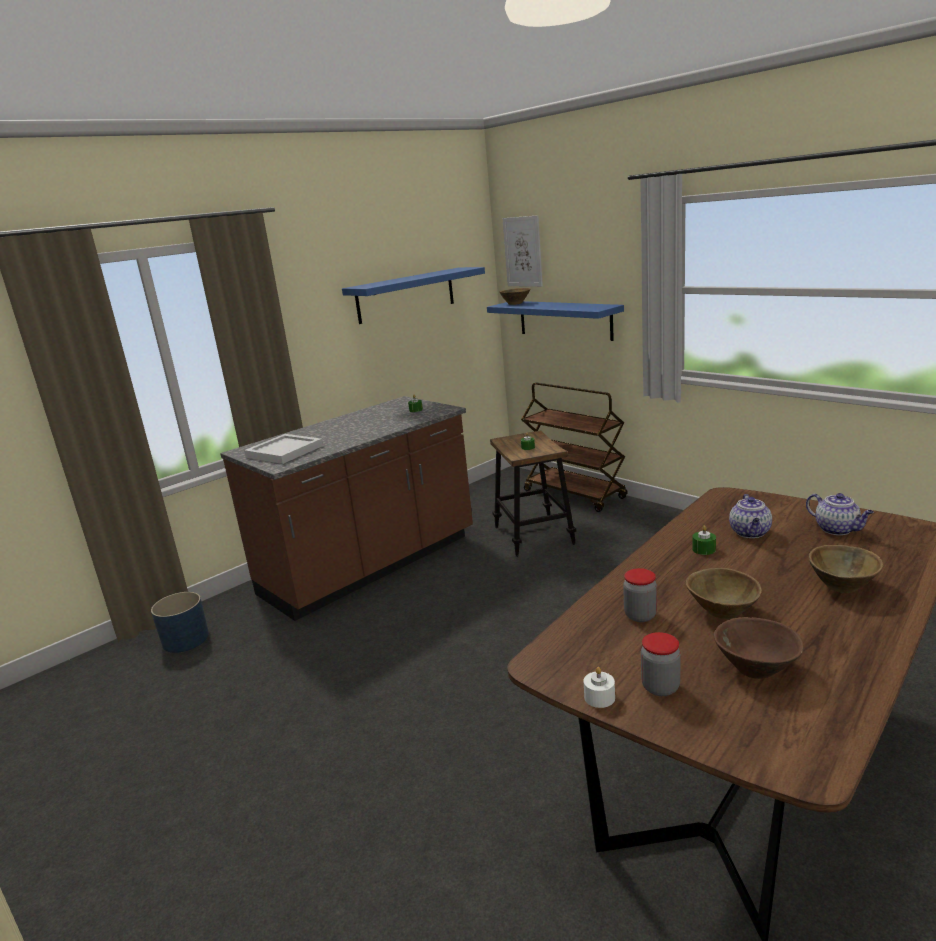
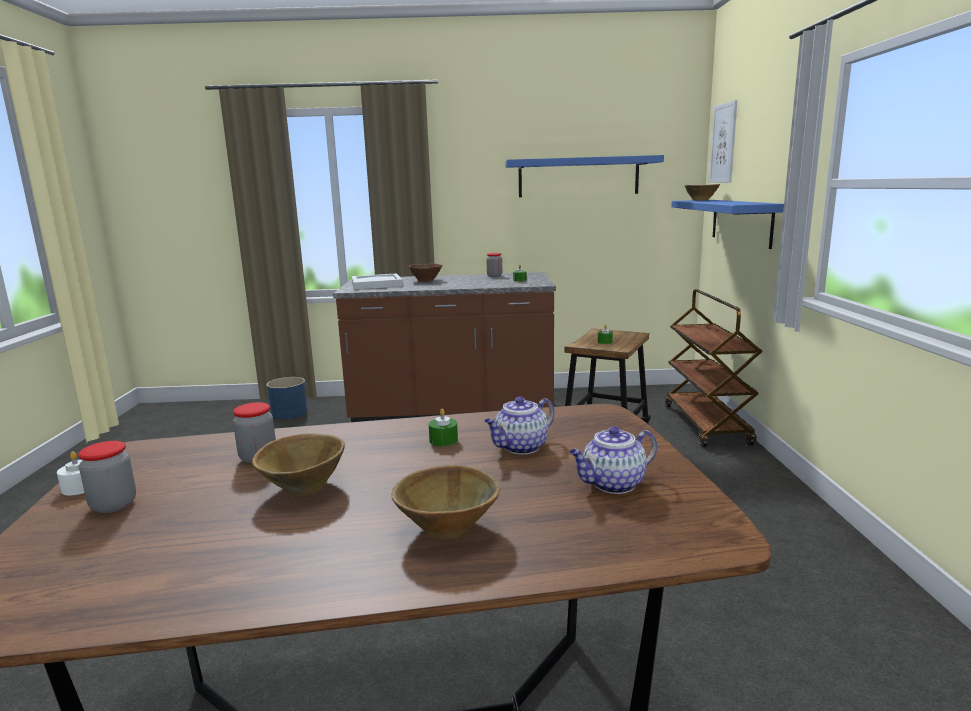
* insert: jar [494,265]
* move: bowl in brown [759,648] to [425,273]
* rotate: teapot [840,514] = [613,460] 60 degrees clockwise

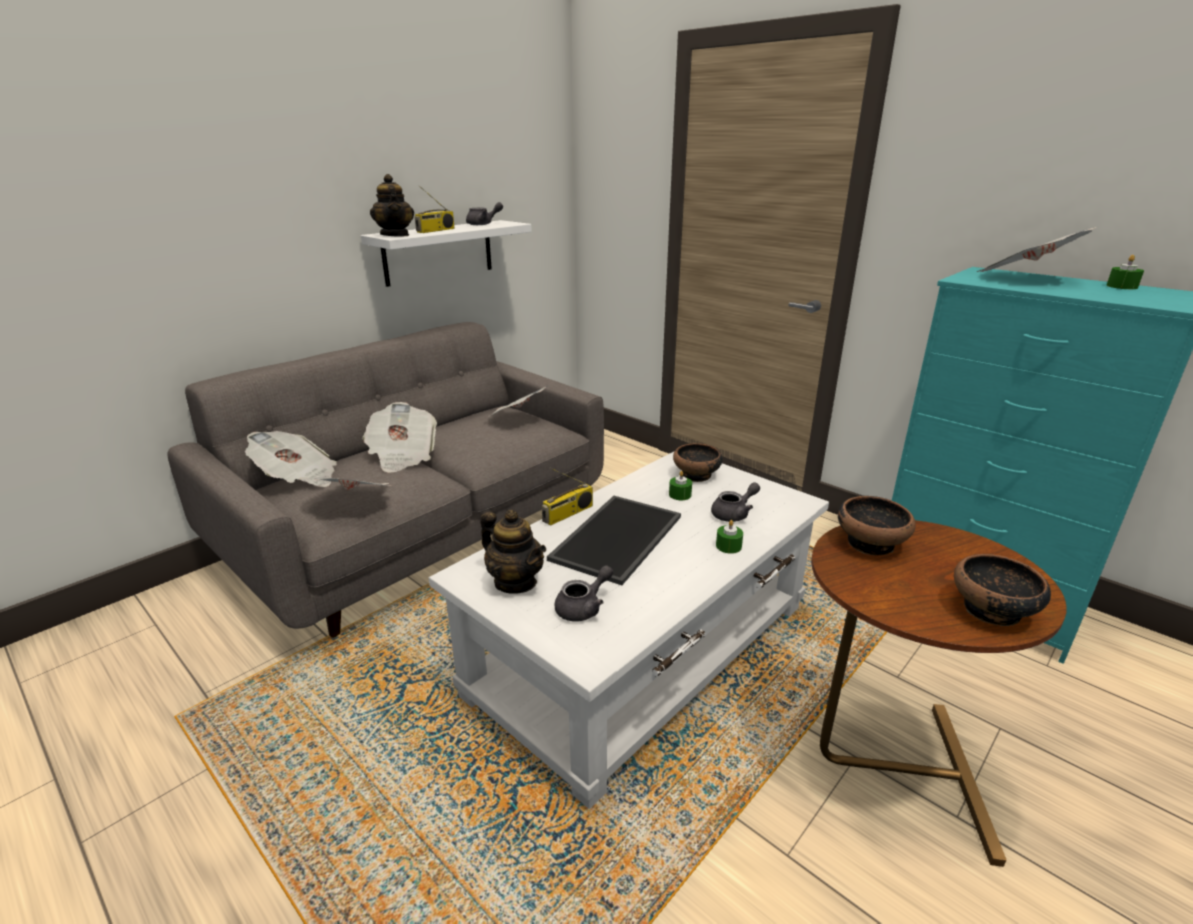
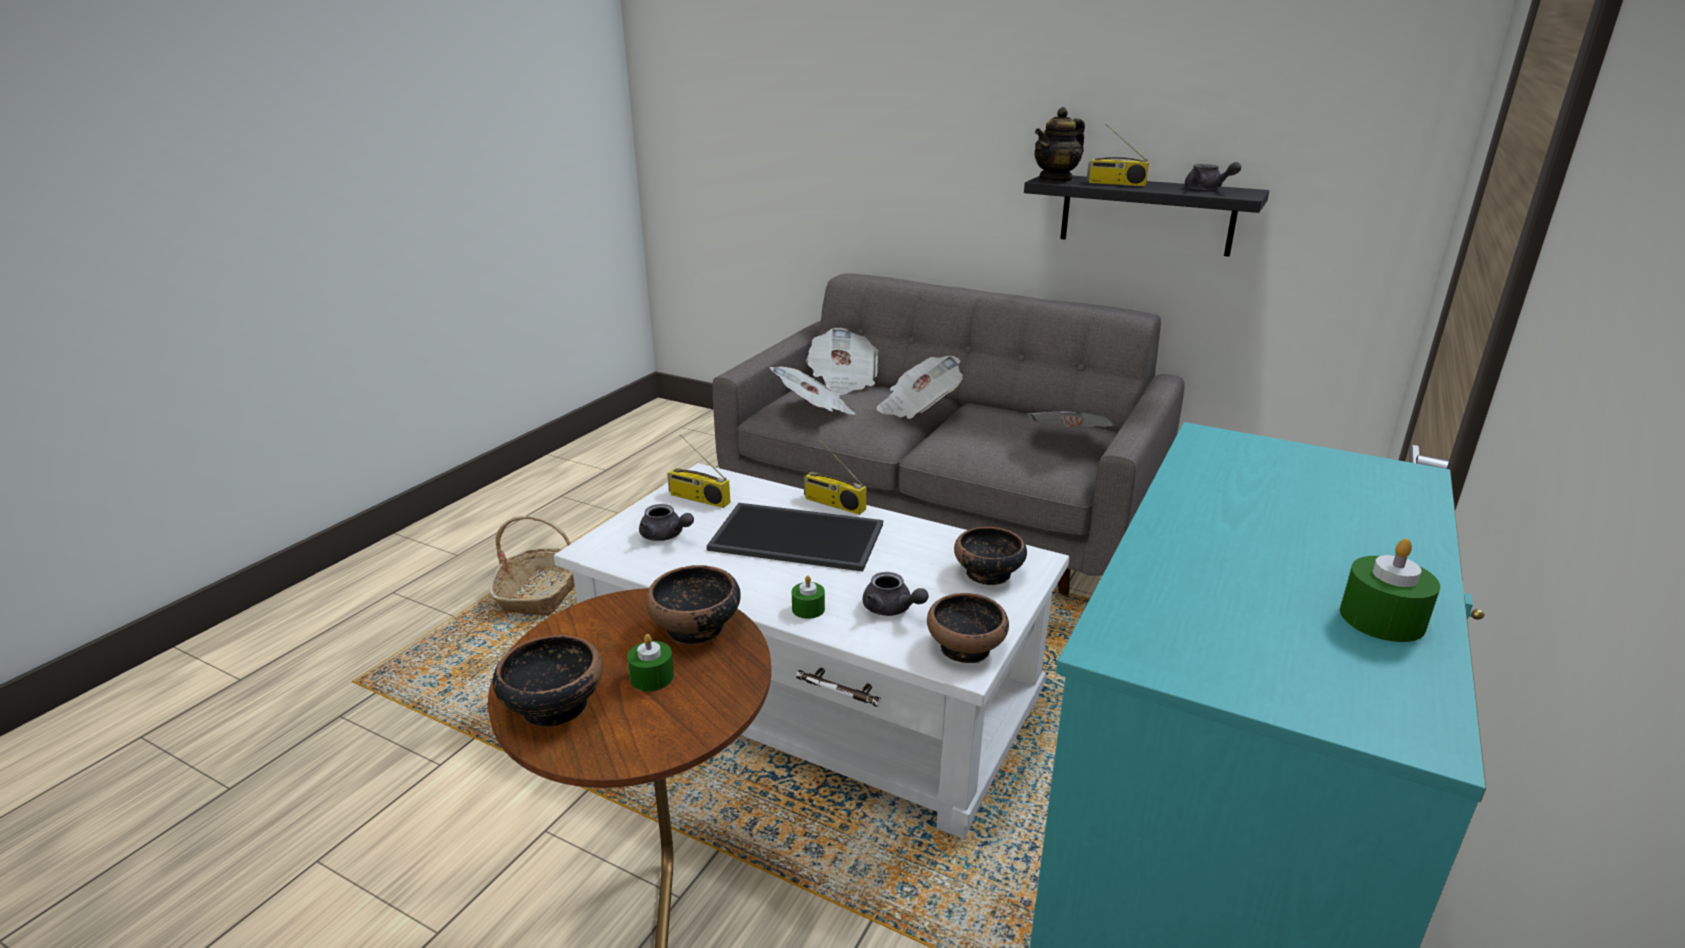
* delete: newspaper [1036,249]
* insert: basket [532,566]
* insert: bowl [968,628]
* move: candle in green [680,485] to [650,662]
* replace: teapot [513,551] to radio [699,471]
* recolor: shelf in white [446,253] to shelf in black [1146,216]

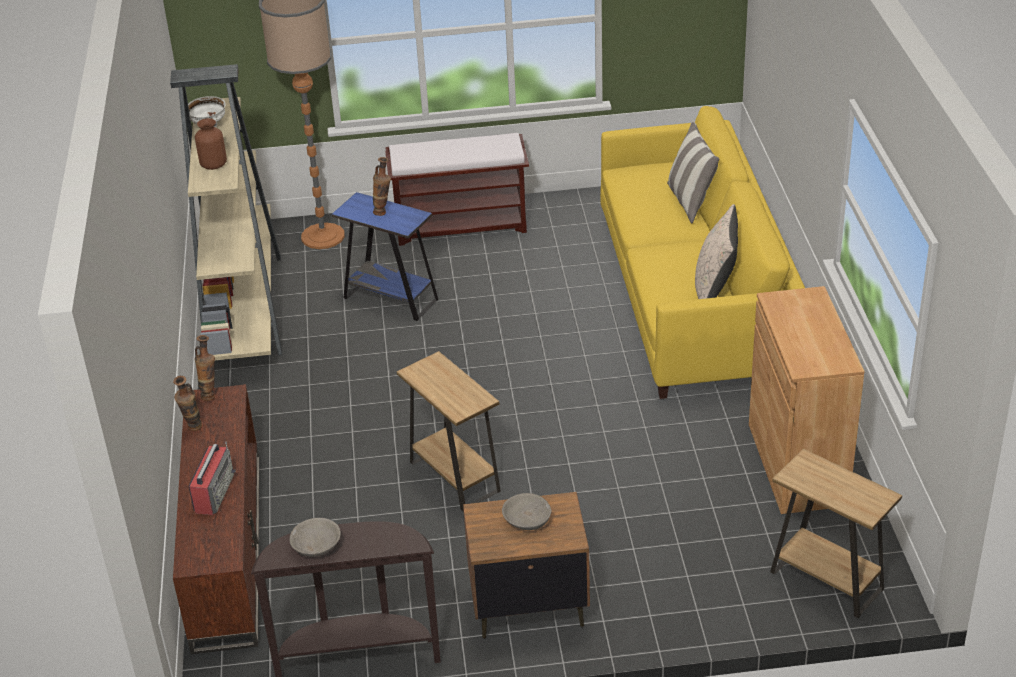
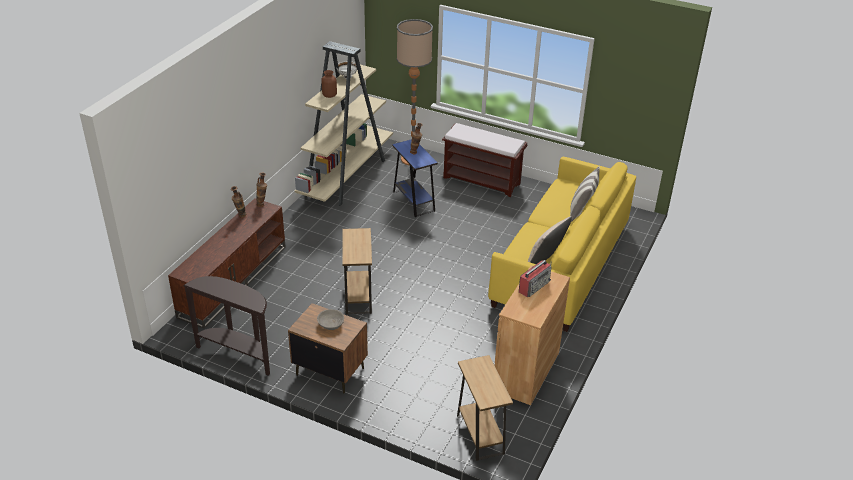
* delete: bowl in grey [315,537]
* move: radio [212,478] to [535,278]

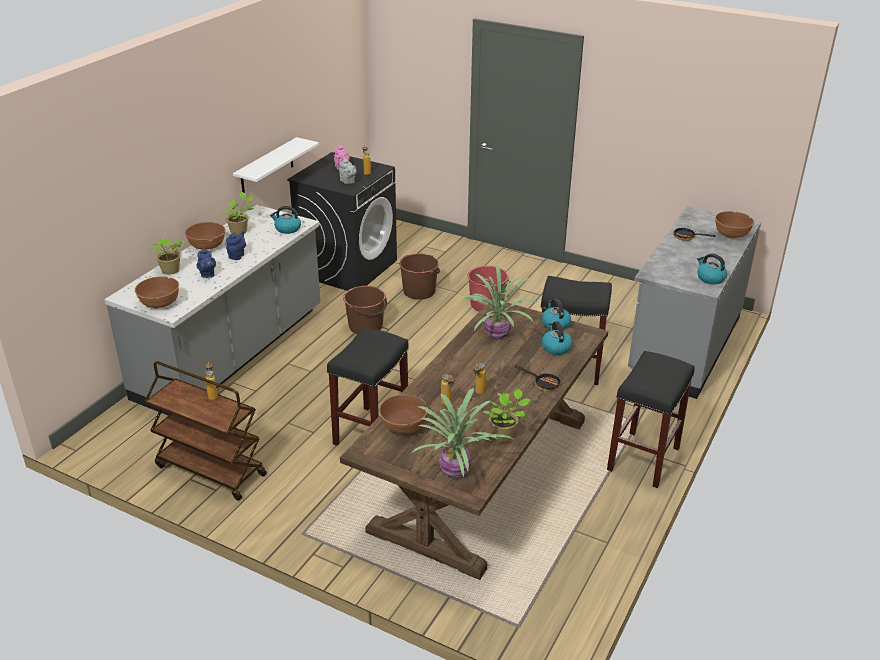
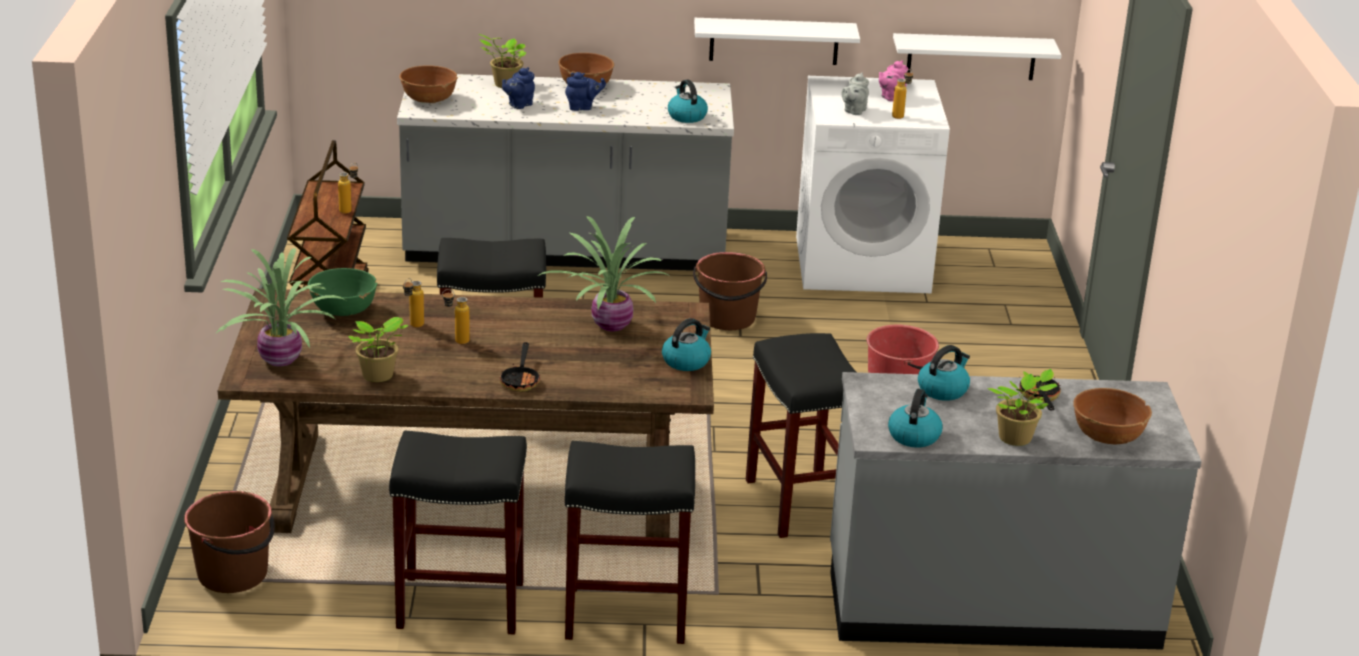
* insert: stool in black [458,533]
* insert: shelf in white [977,56]
* move: potted plant [238,213] to [1022,407]
* move: bucket in brown [419,276] to [229,542]
* move: kettle [557,338] to [944,373]
* recolor: washing machine in black [342,221] to washing machine in white [873,184]
* recolor: bowl in brown [403,414] to bowl in green [342,292]

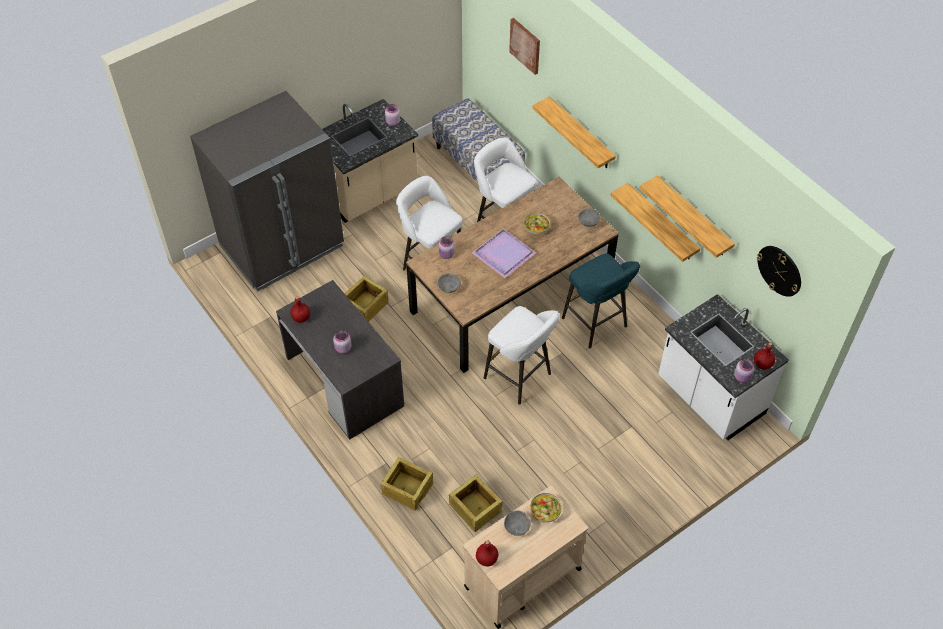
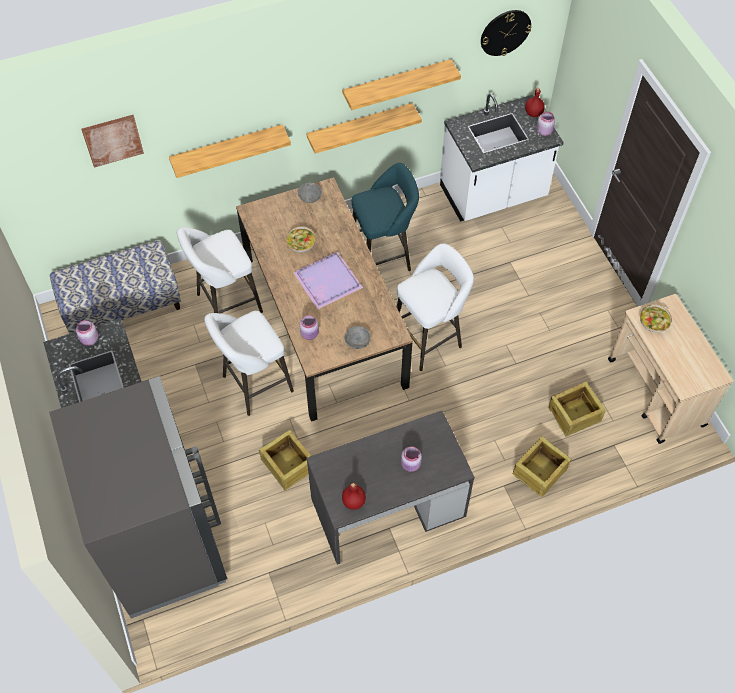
* delete: bottle in red [487,553]
* delete: bowl in grey [517,523]

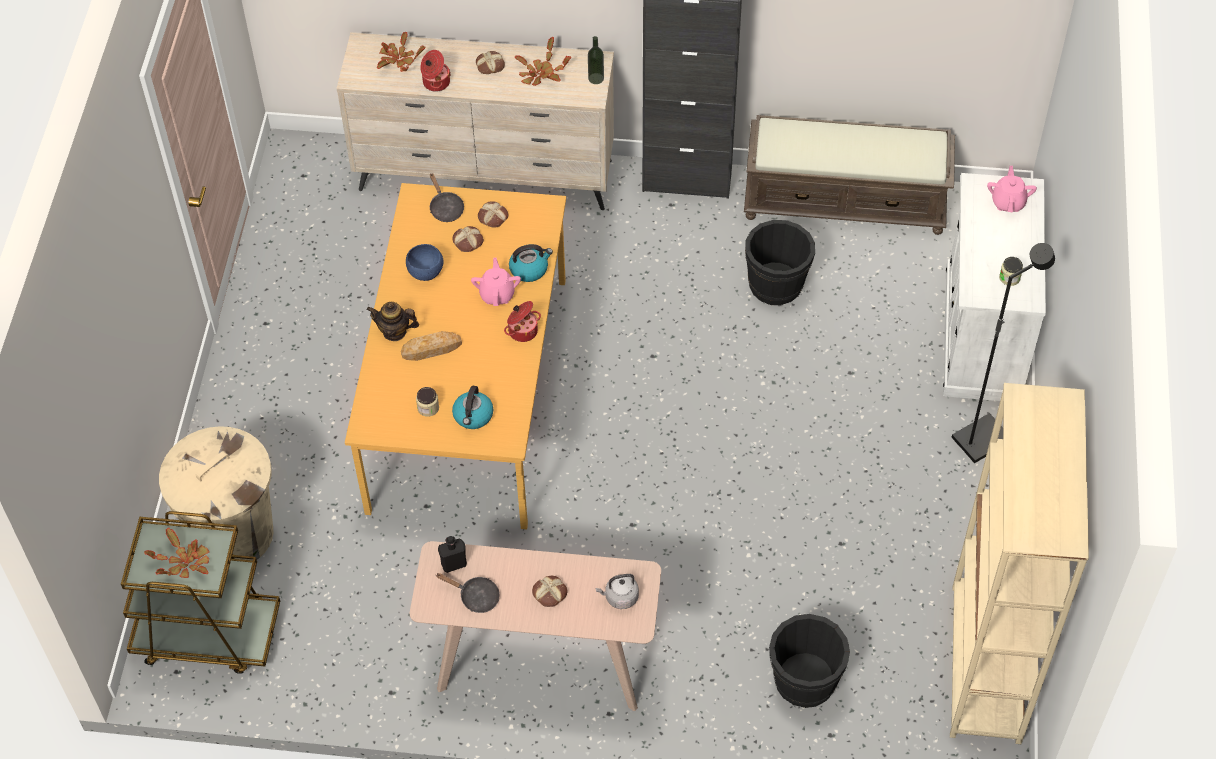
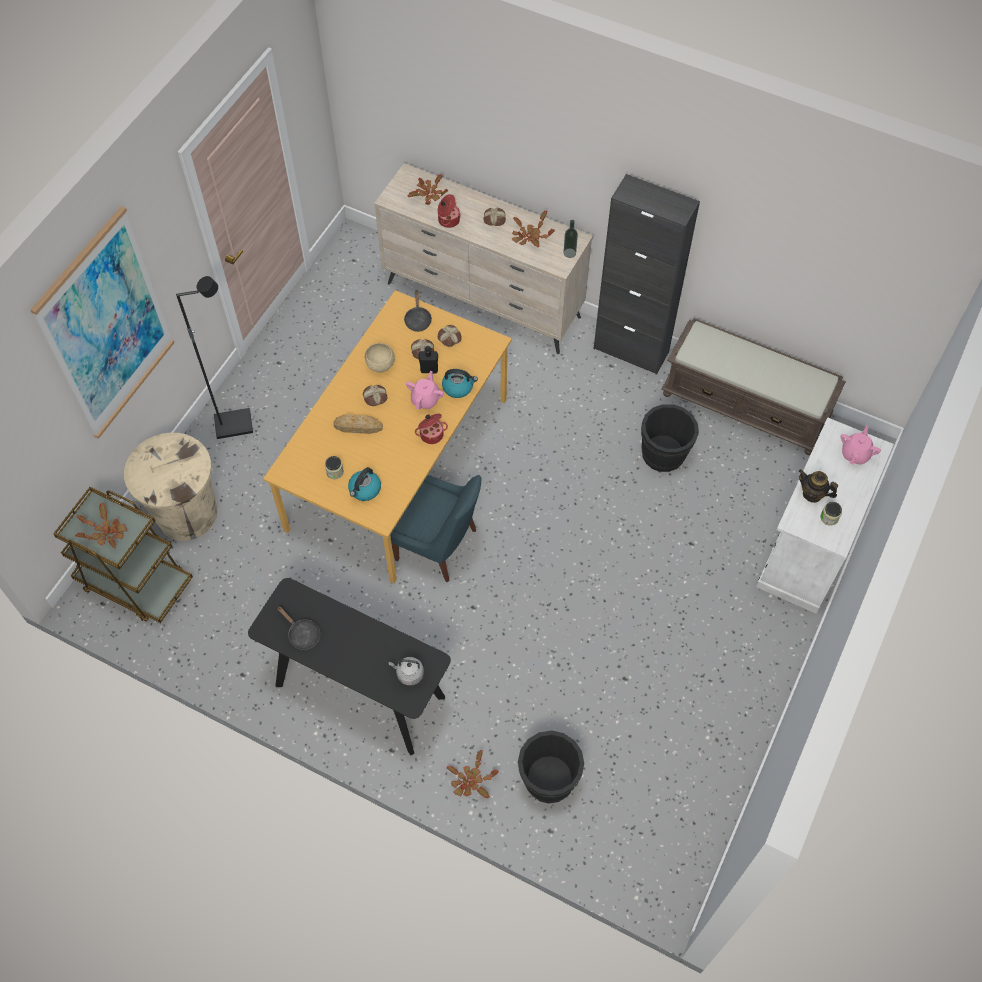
* delete: bookcase in beige [1019,563]
* insert: picture [102,322]
* insert: chair in blue [435,528]
* insert: potted plant [473,774]
* move: teapot [393,321] to [818,486]
* move: bottle in black [452,554] to [428,359]
* move: bread [550,591] to [375,395]
* move: floor lamp in black [1003,353] to [214,357]
* recolor: bowl in blue [425,262] to bowl in beige [380,357]
* recolor: console table in beige [535,626] to console table in black [349,666]

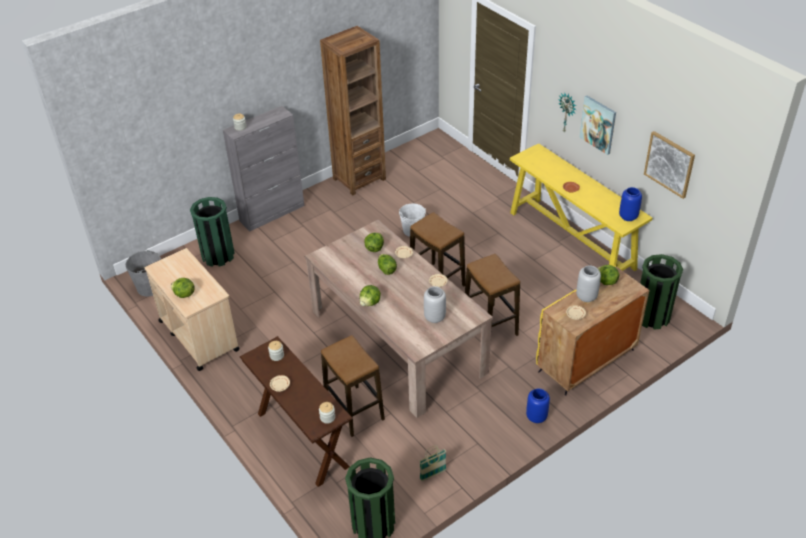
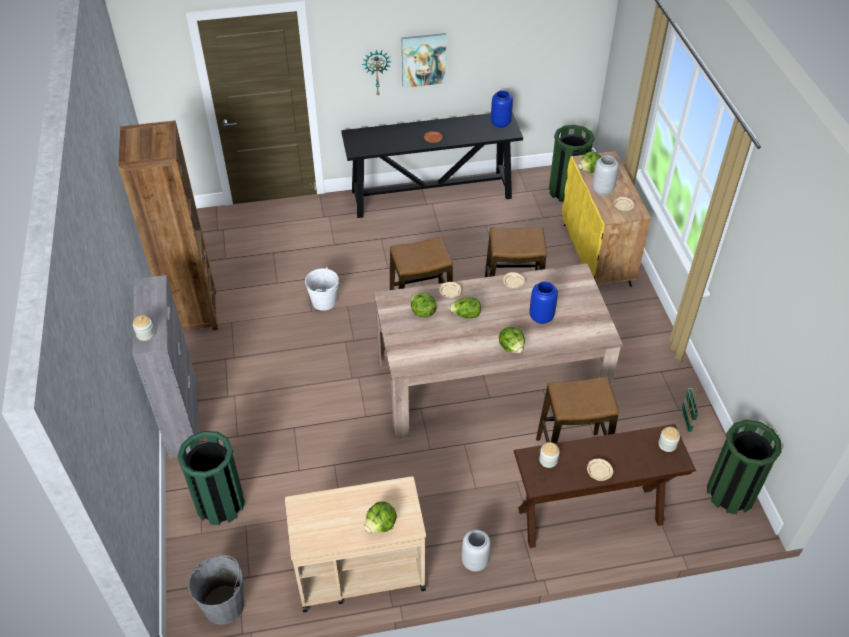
* delete: picture [669,165]
* move: vase in grey [435,304] to [476,551]
* move: vase in blue [538,405] to [543,302]
* recolor: console table in yellow [581,207] to console table in black [432,165]

